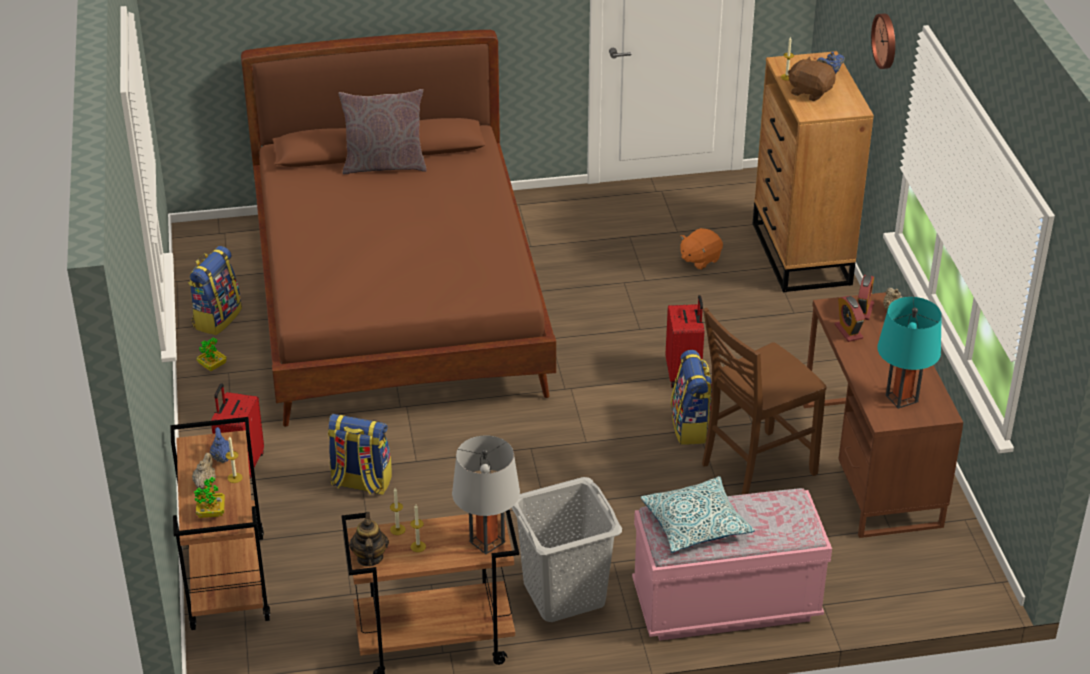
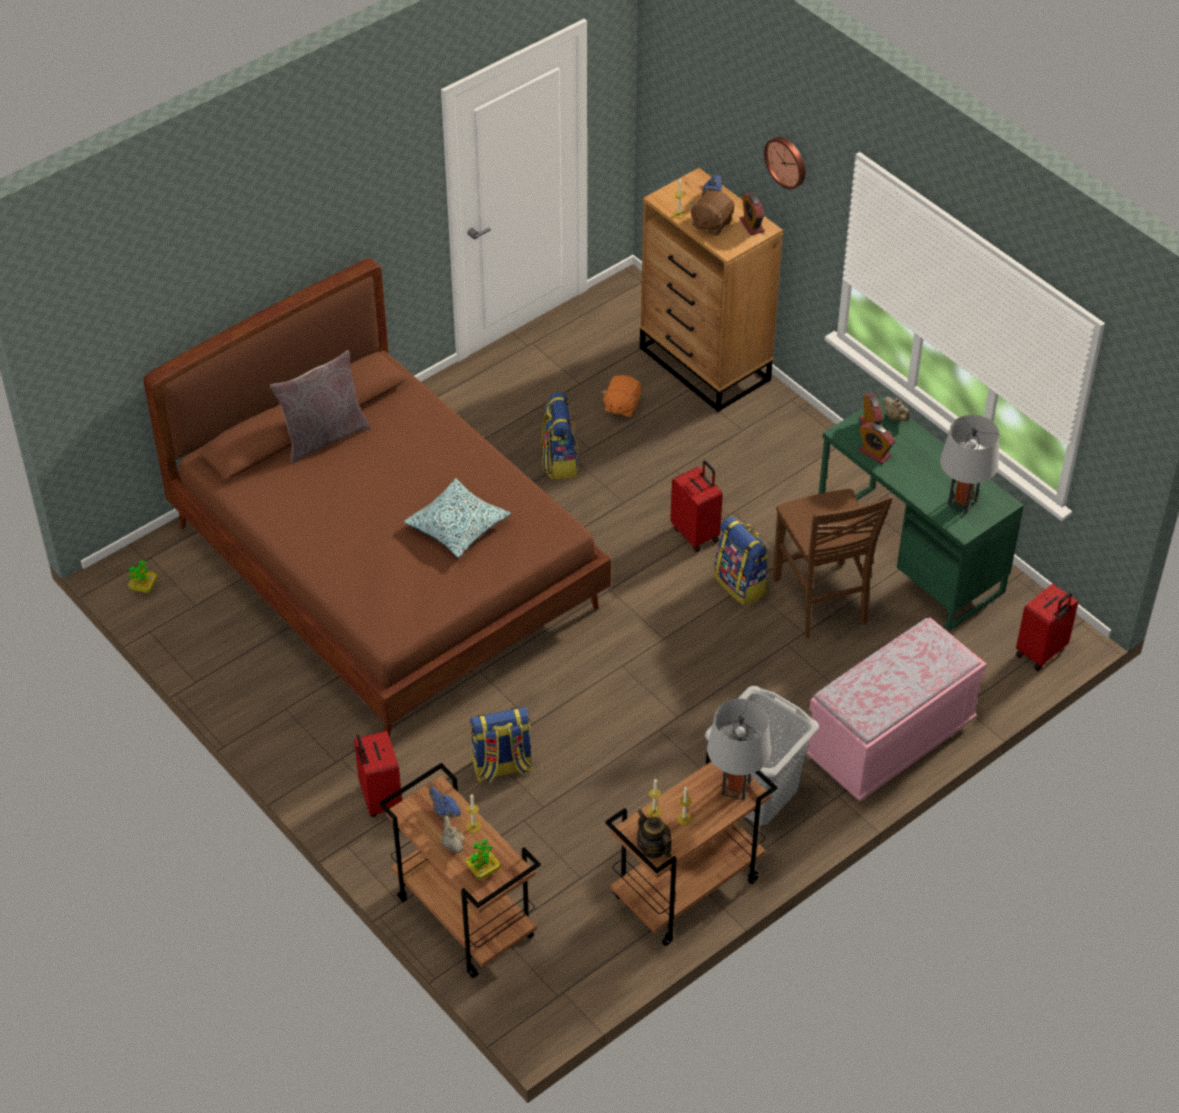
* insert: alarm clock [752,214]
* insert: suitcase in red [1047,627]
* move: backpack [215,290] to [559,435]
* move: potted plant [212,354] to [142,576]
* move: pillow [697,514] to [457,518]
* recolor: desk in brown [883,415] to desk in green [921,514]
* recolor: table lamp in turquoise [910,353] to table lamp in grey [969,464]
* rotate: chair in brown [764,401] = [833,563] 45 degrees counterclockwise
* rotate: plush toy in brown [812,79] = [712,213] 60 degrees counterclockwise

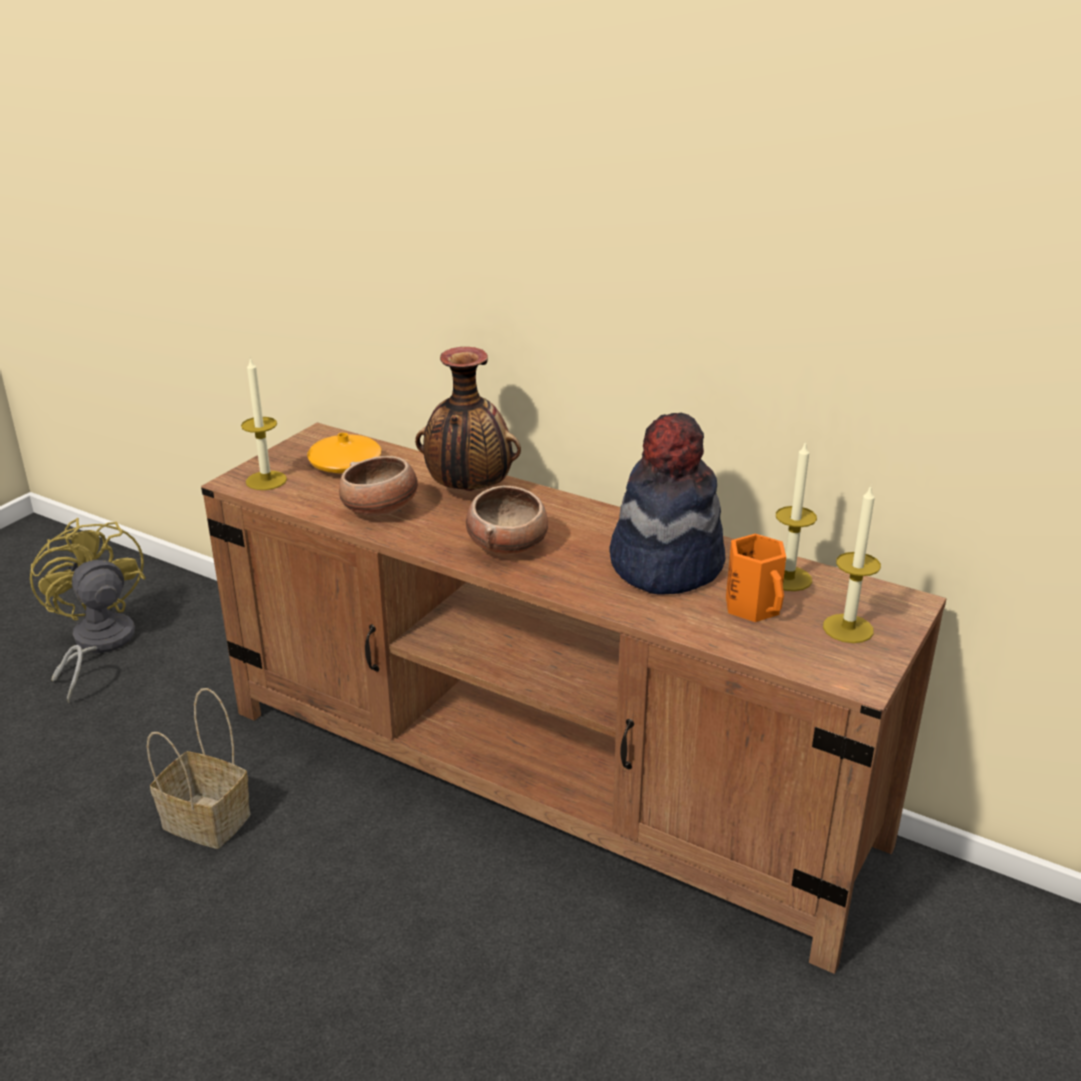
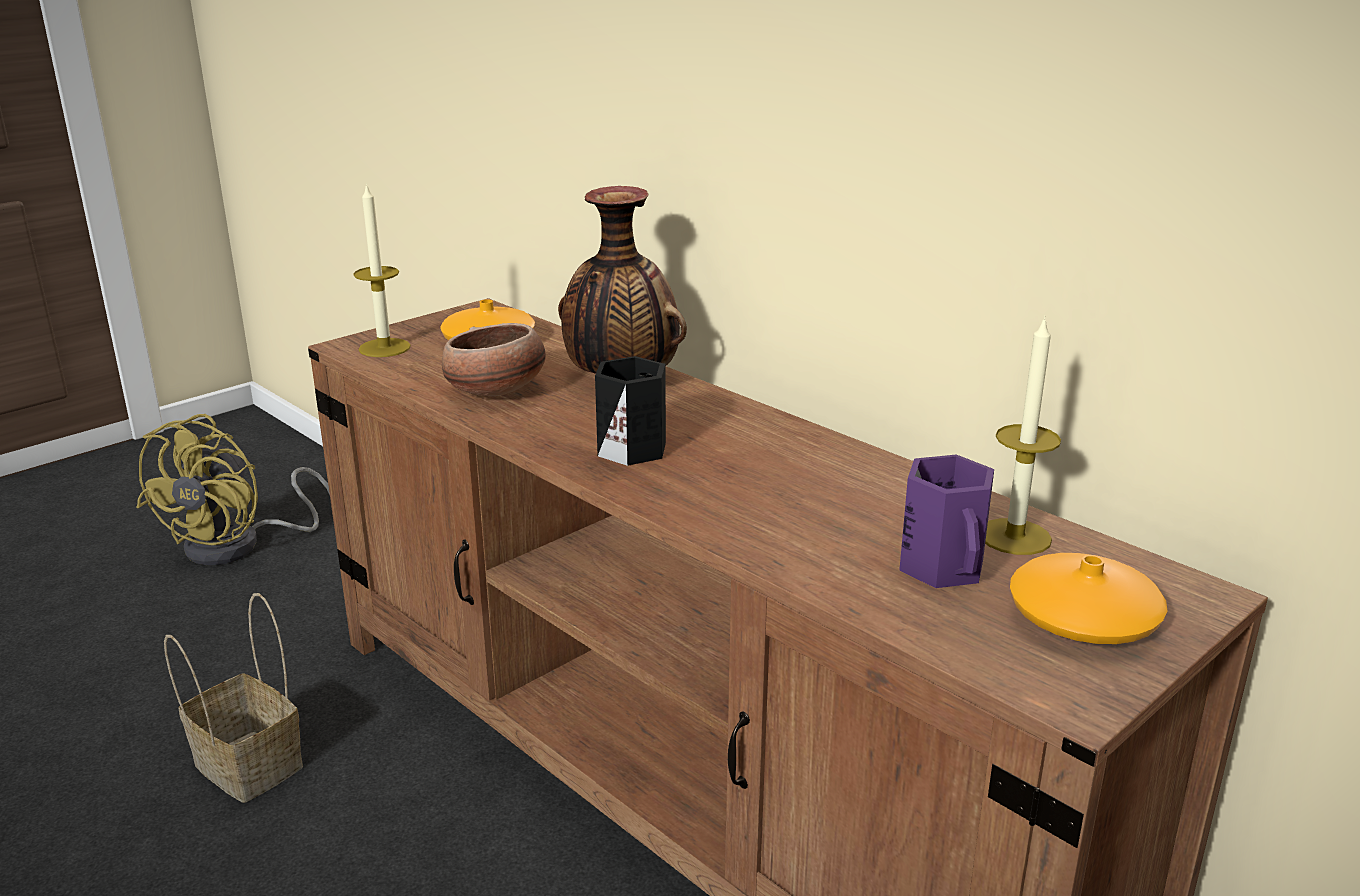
* delete: hat [667,504]
* replace: bowl [507,520] to mug in black [630,411]
* replace: candle [852,564] to vase in orange [1088,598]
* recolor: mug in orange [756,578] to mug in purple [946,521]
* rotate: fan in yellow [88,610] = [233,489] 150 degrees counterclockwise

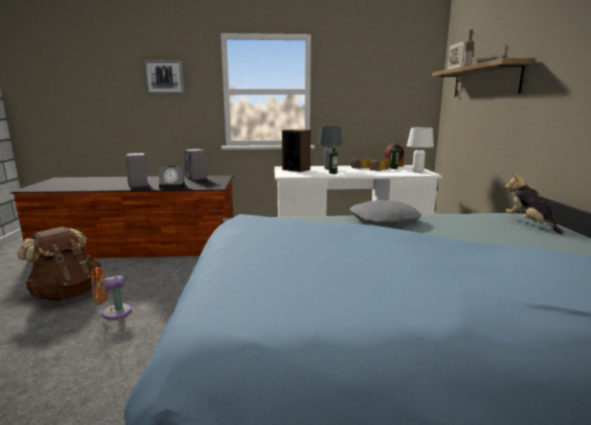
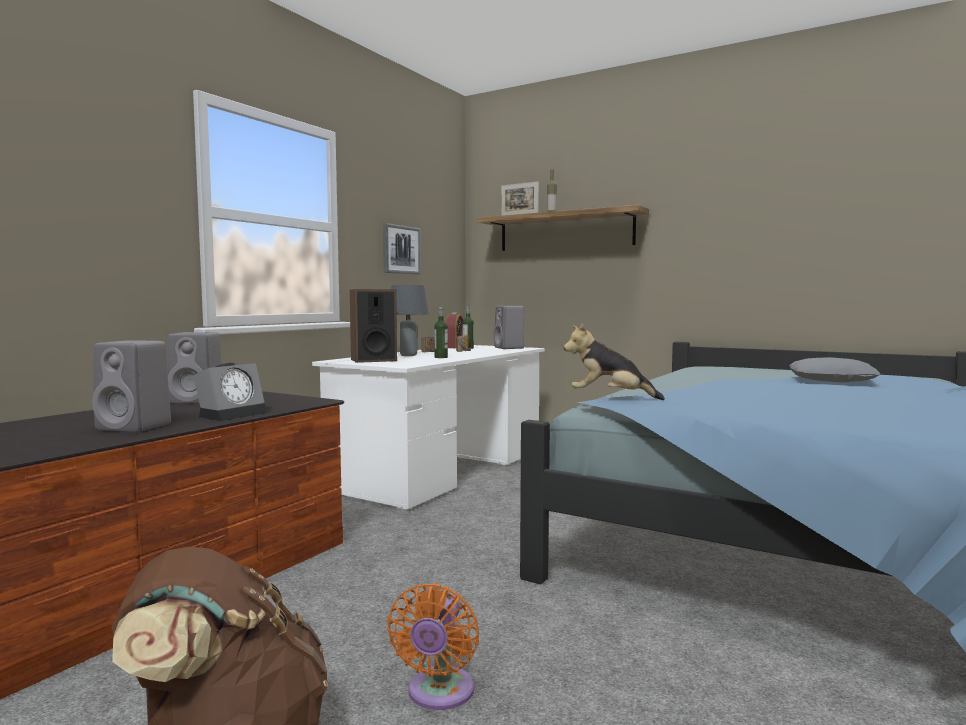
* move: picture [164,77] to [402,249]
* move: pillow in grey [385,212] to [834,370]
* move: plush toy [533,203] to [614,362]
* replace: table lamp in white [420,150] to speaker in grey [509,327]

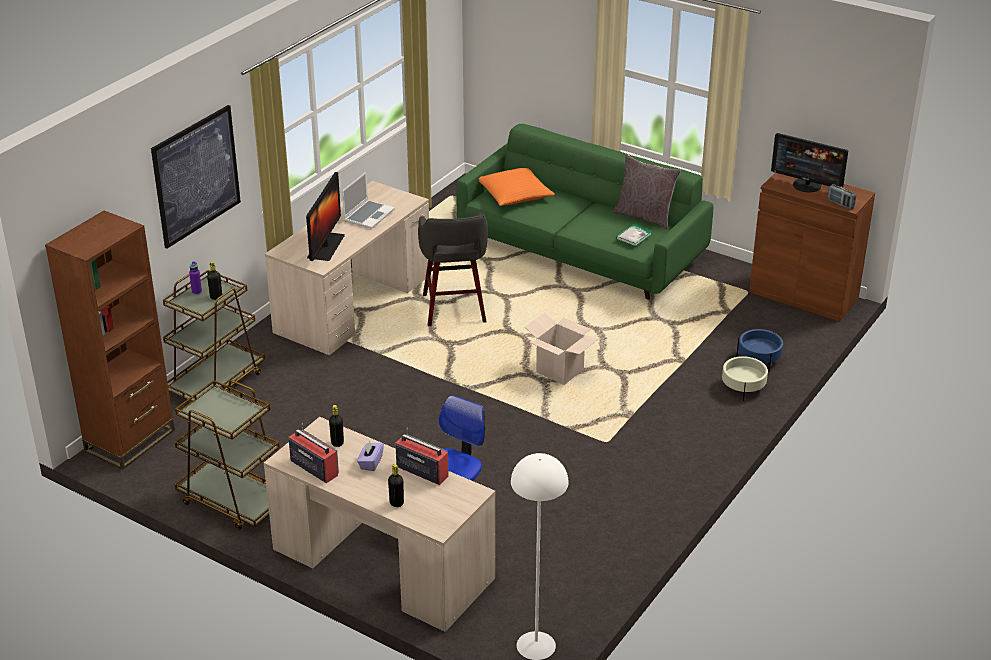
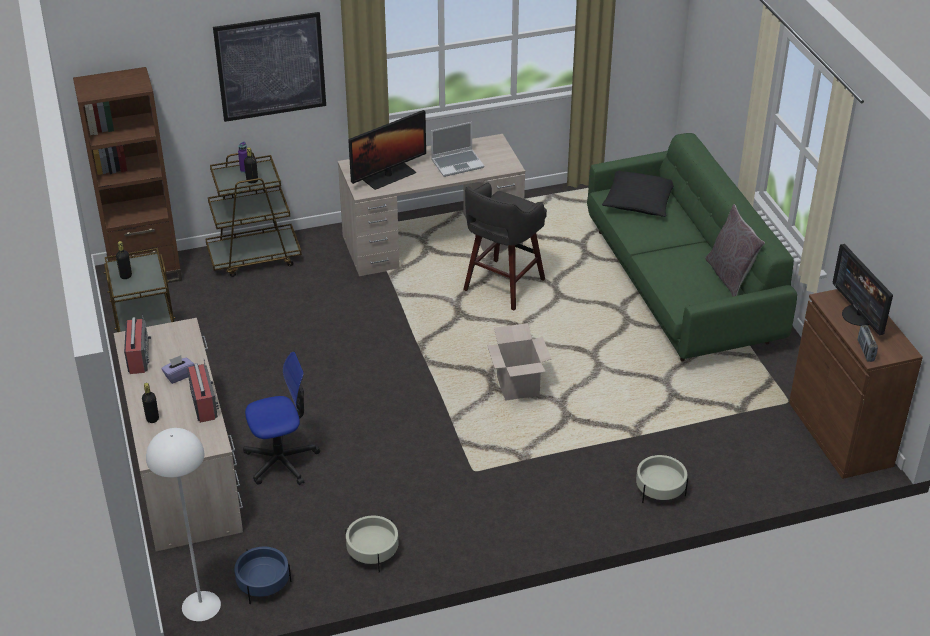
* delete: book [634,235]
* insert: planter in beige [371,544]
* move: bottle in black [336,426] to [124,260]
* move: planter in blue [759,350] to [262,575]
* recolor: pillow in orange [517,187] to pillow in black [638,194]

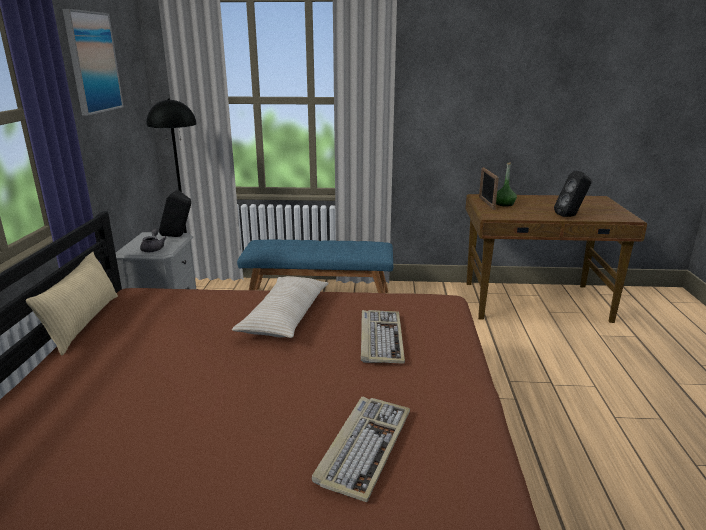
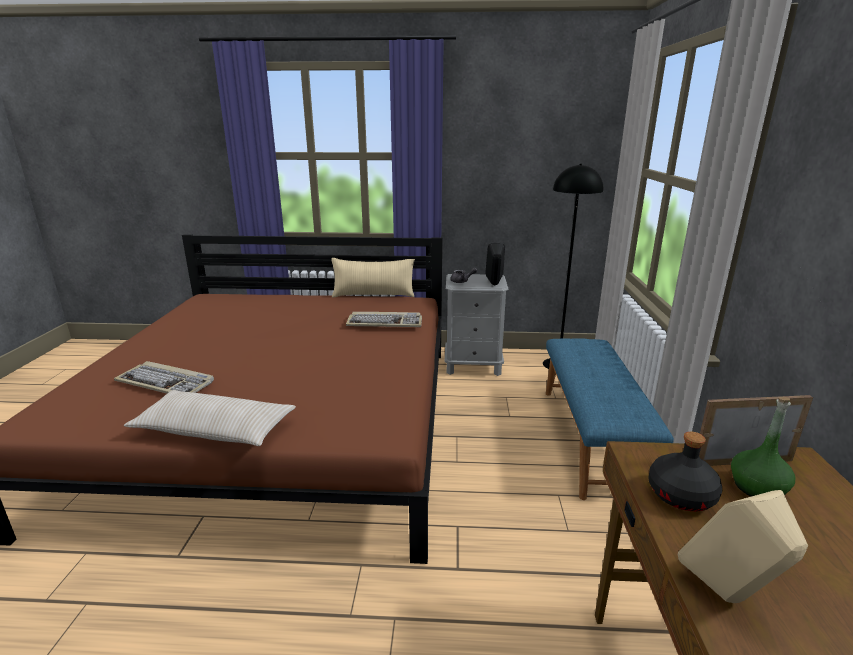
* delete: picture [93,62]
* insert: bottle in black [685,471]
* move: pillow in beige [280,307] to [210,418]
* move: keyboard [383,337] to [384,319]
* recolor: speaker in black [573,194] to speaker in beige [743,546]

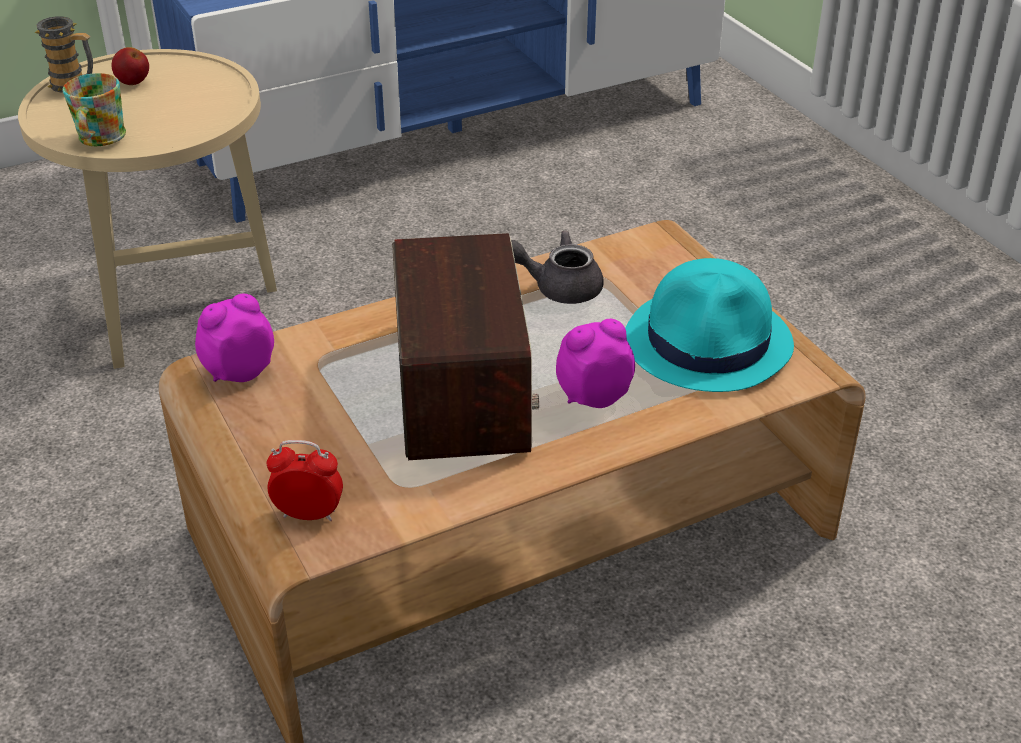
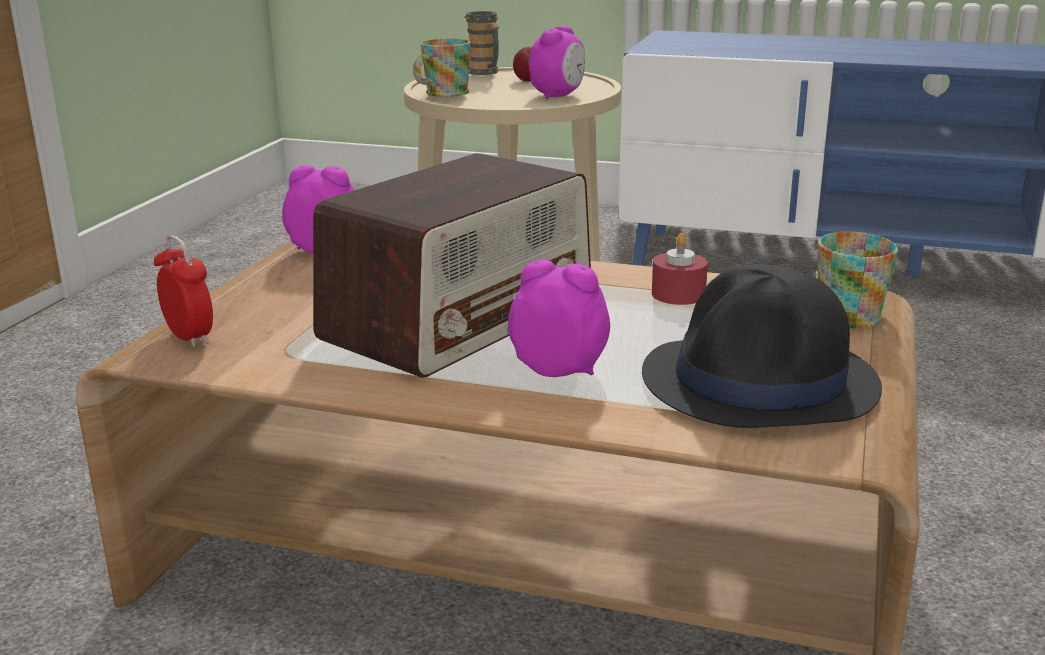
* insert: alarm clock [557,62]
* insert: mug [858,280]
* replace: teapot in grey [557,267] to candle in red [680,269]
* recolor: hat in turquoise [709,325] to hat in black [762,346]

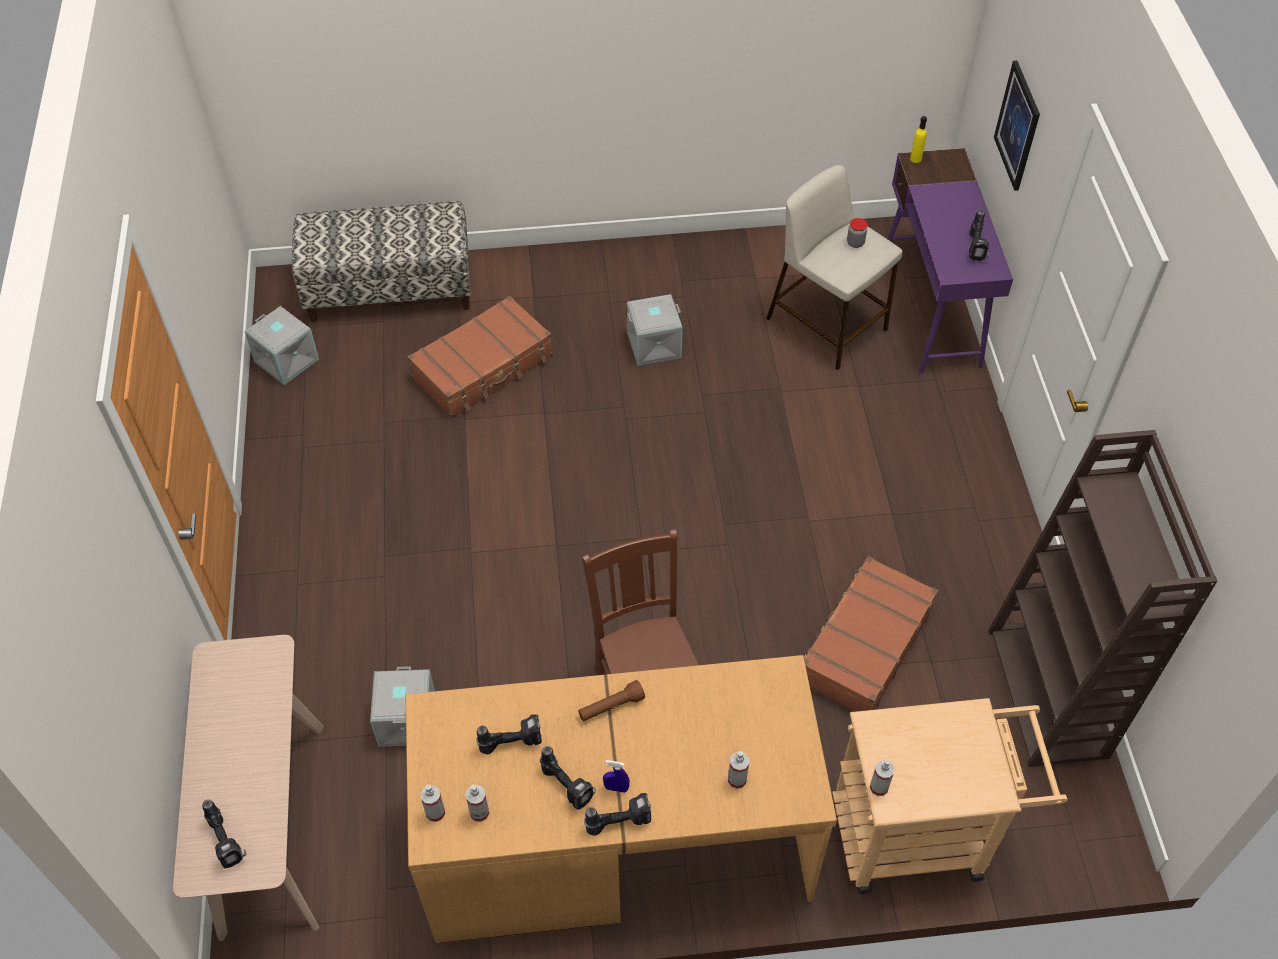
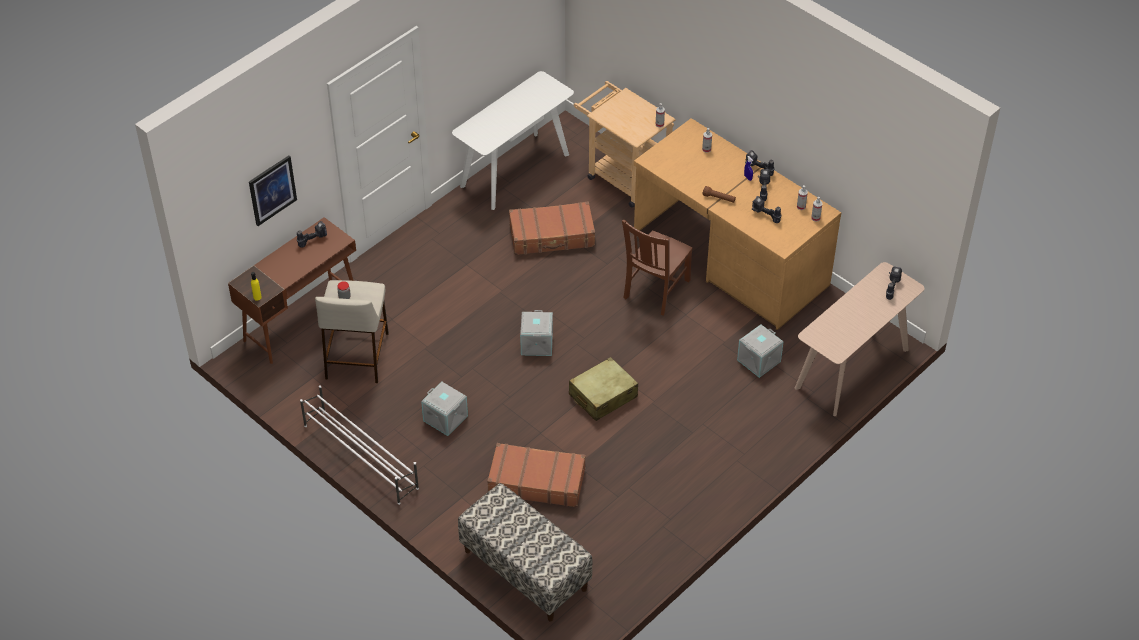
* insert: shoe rack in white [359,445]
* insert: suitcase in beige [603,389]
* move: storage box in grey [281,345] to [536,333]
* replace: bookcase in brown [1102,598] to console table in white [513,140]
* recolor: desk in purple [950,260] to desk in brown [292,290]

